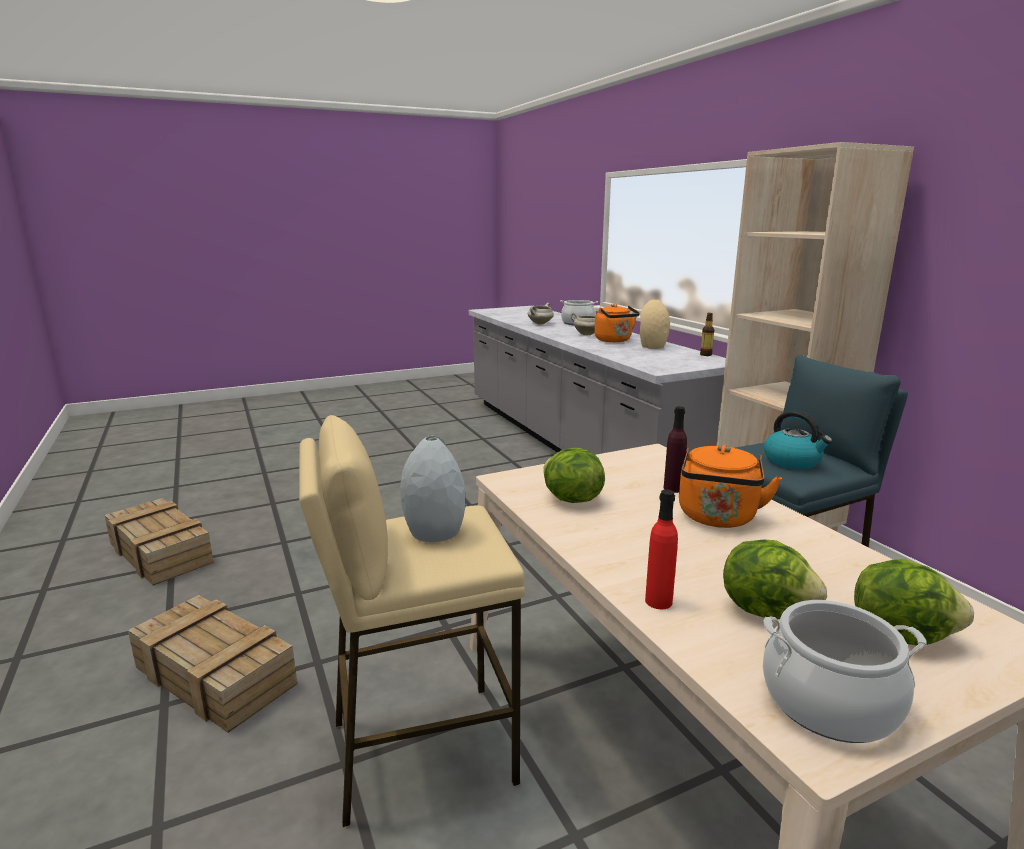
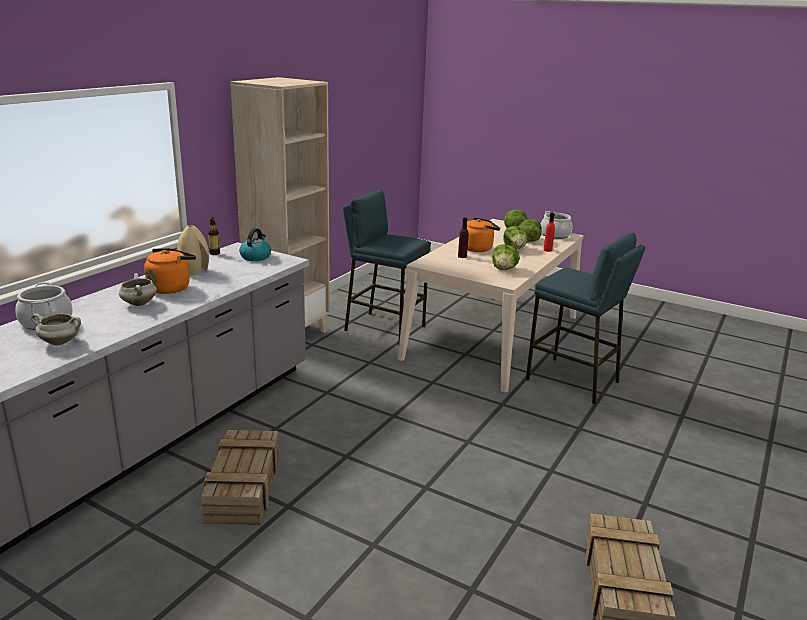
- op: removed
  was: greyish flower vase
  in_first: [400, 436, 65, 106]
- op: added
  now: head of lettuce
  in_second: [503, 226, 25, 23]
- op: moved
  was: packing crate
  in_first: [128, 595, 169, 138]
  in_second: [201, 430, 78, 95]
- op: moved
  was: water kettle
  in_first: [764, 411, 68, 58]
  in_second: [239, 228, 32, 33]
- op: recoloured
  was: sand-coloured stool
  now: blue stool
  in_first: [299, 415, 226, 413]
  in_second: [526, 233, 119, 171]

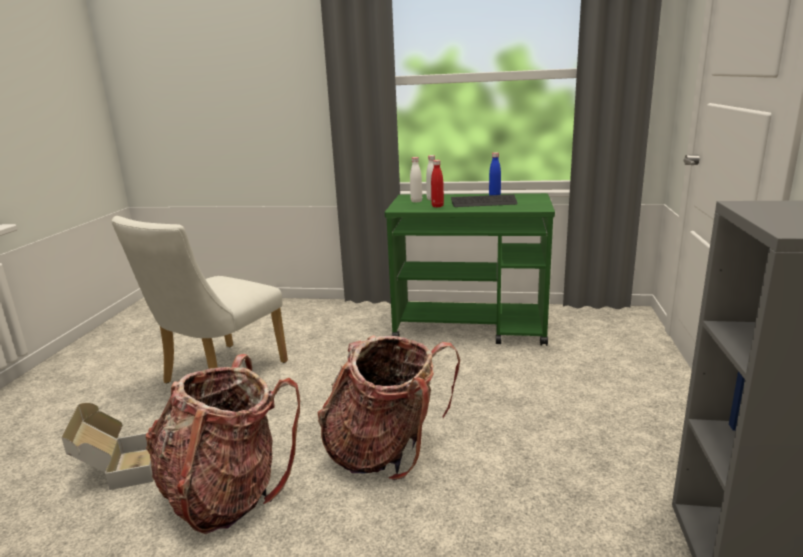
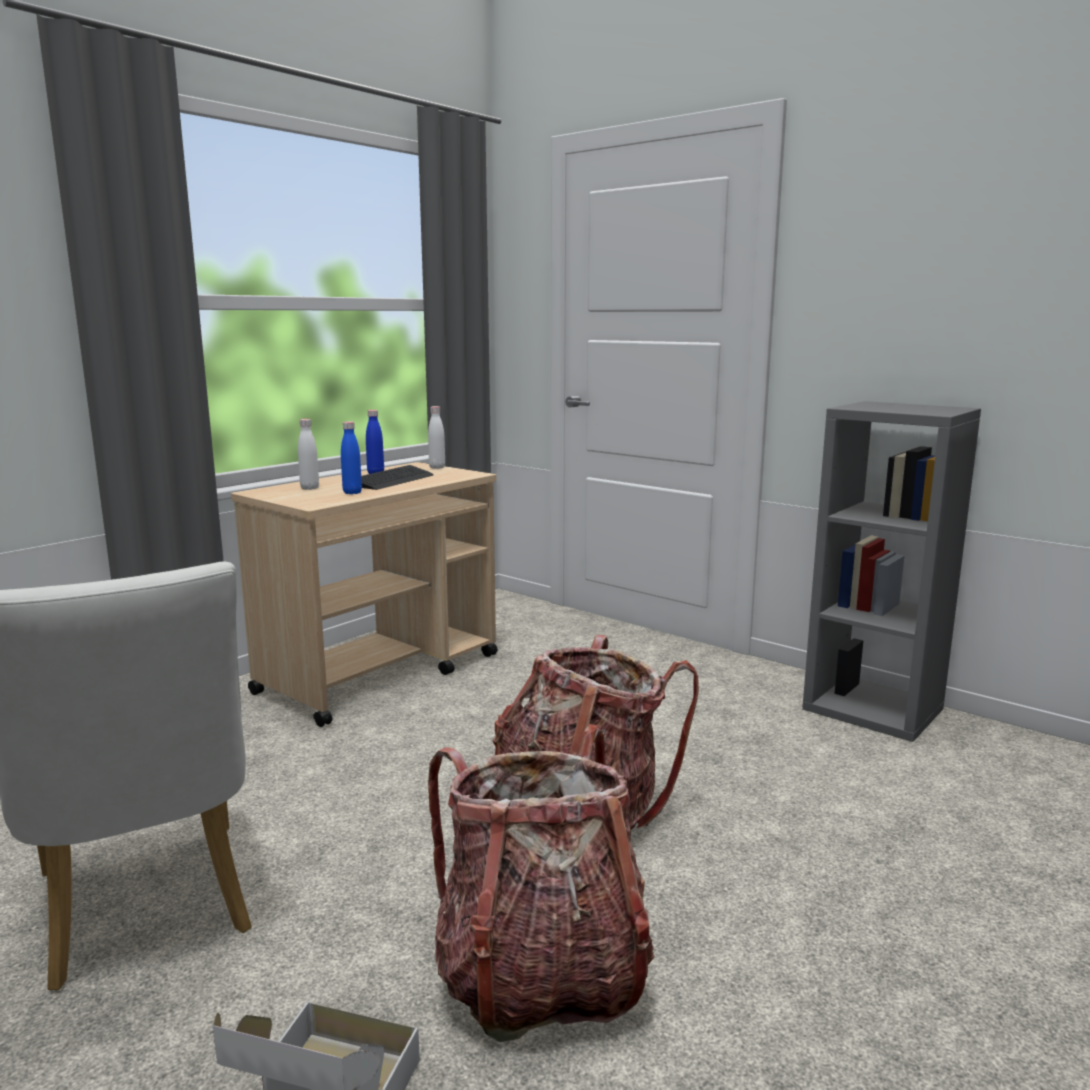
- op: moved
  was: white-coloured bottle
  in_first: [410, 157, 12, 46]
  in_second: [428, 406, 17, 63]
- op: recoloured
  was: green trolley
  now: sand-coloured trolley
  in_first: [385, 193, 170, 153]
  in_second: [231, 462, 267, 265]
- op: recoloured
  was: red bottle
  now: blue bottle
  in_first: [431, 160, 13, 48]
  in_second: [341, 421, 21, 73]

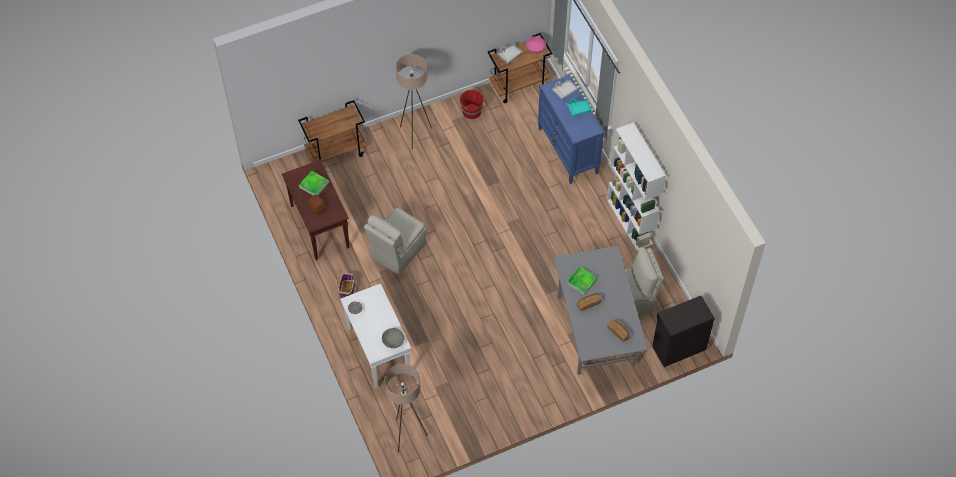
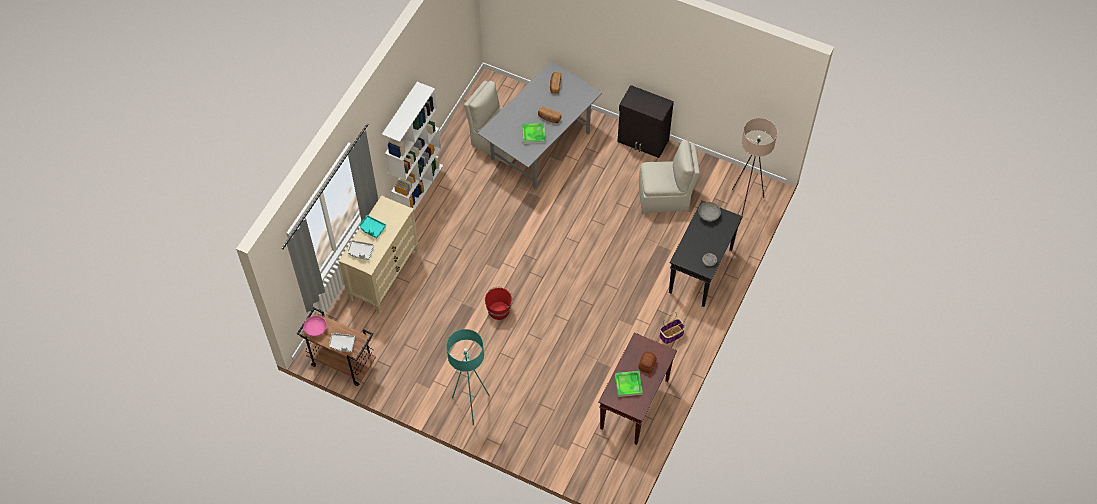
- op: removed
  was: brownish trolley
  in_first: [298, 100, 68, 63]
- op: moved
  was: sand-coloured chair
  in_first: [364, 208, 62, 67]
  in_second: [639, 140, 61, 73]
- op: moved
  was: red bucket
  in_first: [460, 90, 25, 29]
  in_second: [485, 287, 28, 33]
- op: moved
  was: black storage cabinet
  in_first: [652, 296, 63, 71]
  in_second: [617, 85, 57, 73]
- op: recoloured
  was: white-coloured hall table
  now: black hall table
  in_first: [340, 283, 72, 106]
  in_second: [669, 200, 74, 107]
- op: recoloured
  was: sand-coloured standard lamp
  now: turquoise standard lamp
  in_first: [396, 54, 36, 96]
  in_second: [446, 329, 44, 96]
- op: recoloured
  was: blue drawer chest
  now: sand-coloured drawer chest
  in_first: [538, 75, 66, 109]
  in_second: [338, 195, 81, 119]

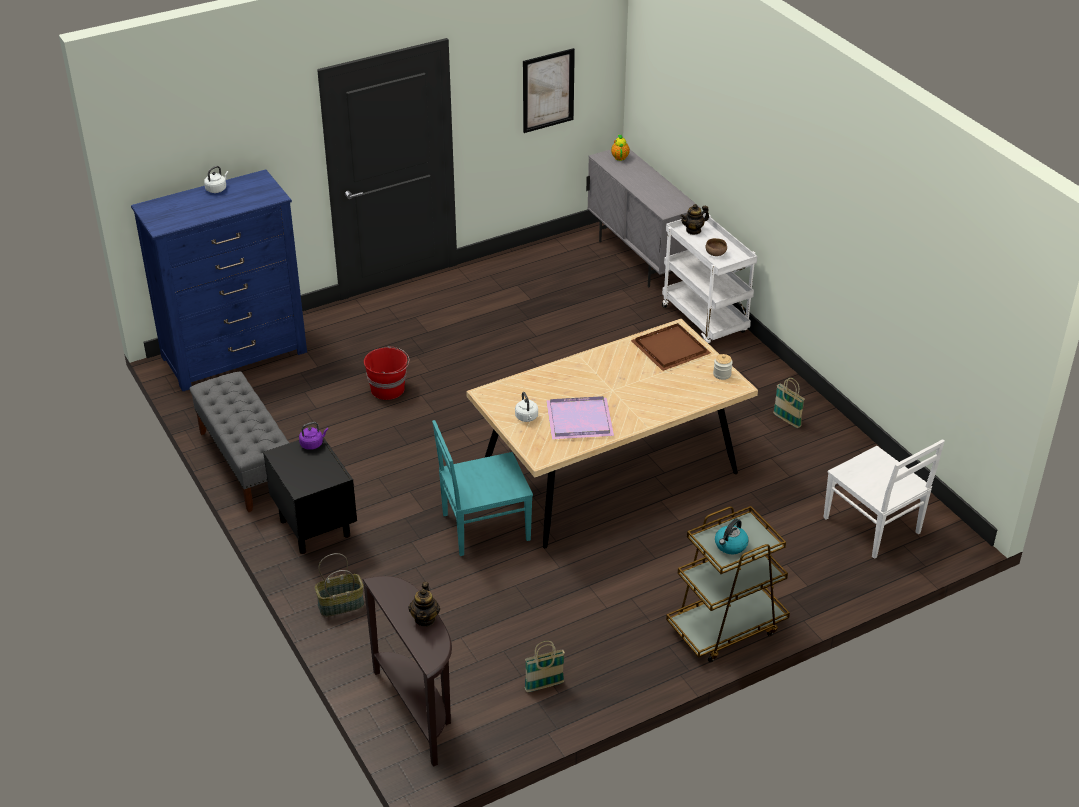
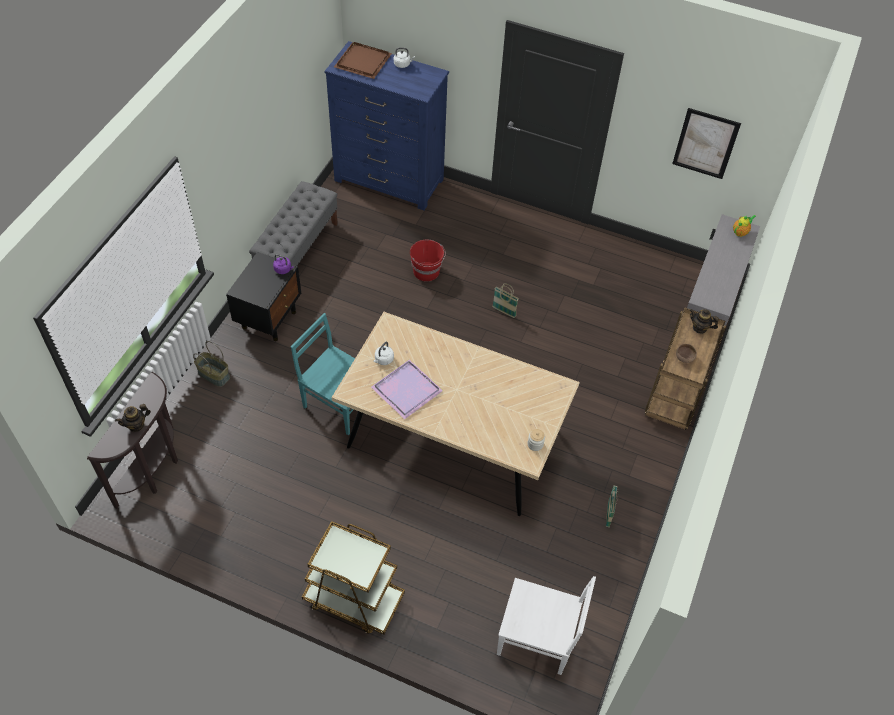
- op: removed
  was: water kettle
  in_first: [715, 519, 34, 35]
- op: moved
  was: storage basket
  in_first: [524, 641, 41, 51]
  in_second: [492, 283, 27, 35]
- op: moved
  was: brownish tray
  in_first: [631, 323, 80, 48]
  in_second: [334, 42, 58, 37]
- op: recoloured
  was: white-coloured trolley
  now: brownish trolley
  in_first: [662, 213, 95, 131]
  in_second: [645, 307, 81, 122]
- op: turned
  was: white-coloured chair
  in_first: [823, 440, 122, 119]
  in_second: [497, 576, 99, 99]
  clockwise: -90

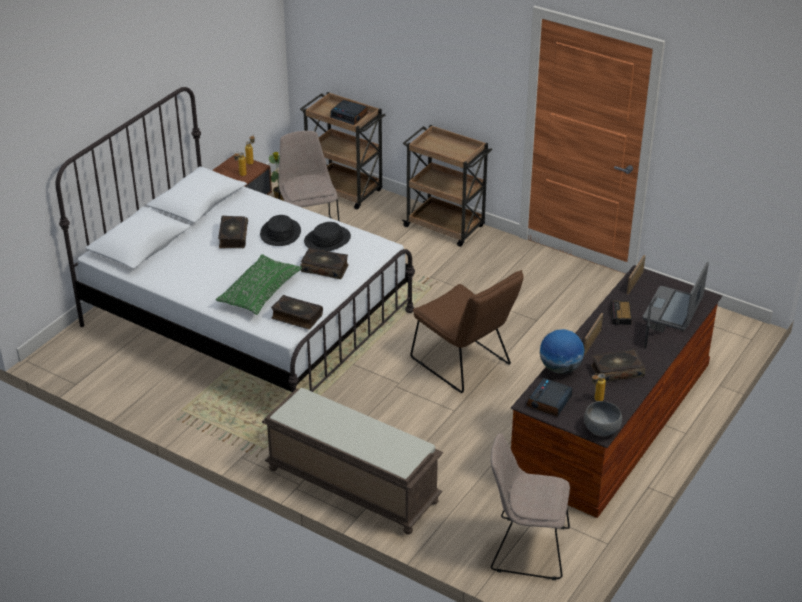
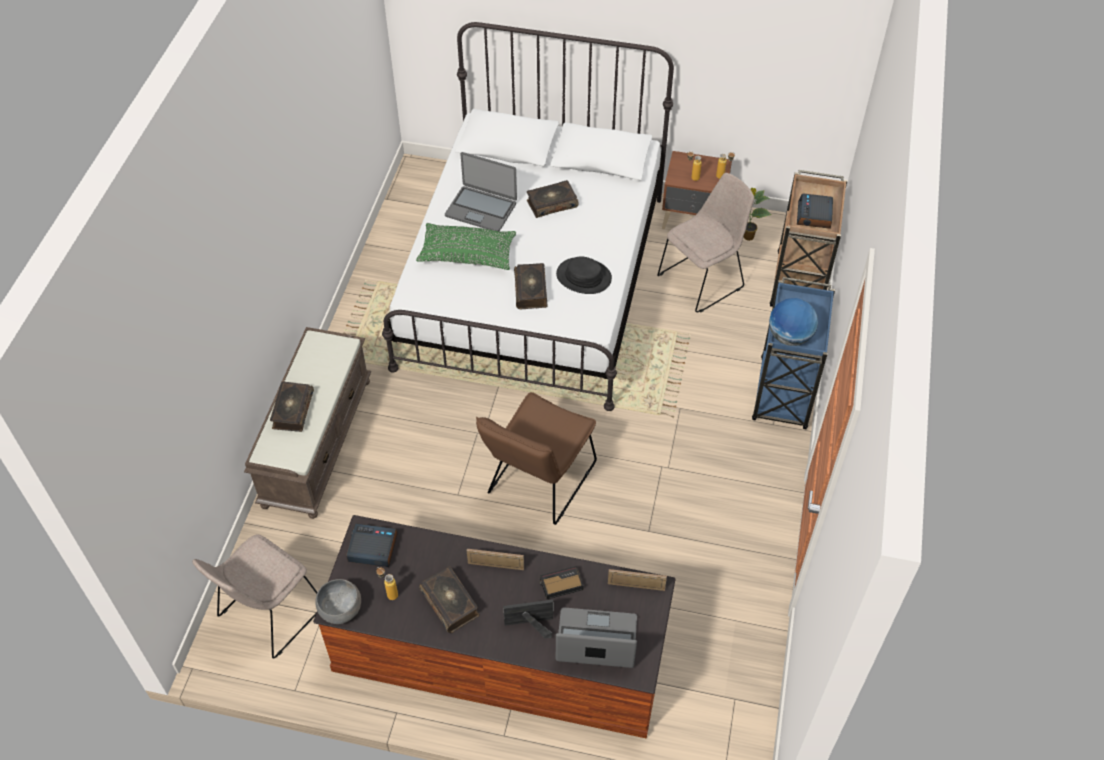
- op: removed
  was: black hat
  in_first: [260, 215, 41, 31]
- op: added
  now: portable computer
  in_second: [445, 152, 72, 79]
- op: moved
  was: volume
  in_first: [271, 295, 52, 34]
  in_second: [270, 381, 44, 51]
- op: moved
  was: world globe
  in_first: [540, 329, 45, 45]
  in_second: [769, 298, 49, 48]
- op: recoloured
  was: brownish trolley
  now: blue trolley
  in_first: [401, 125, 91, 122]
  in_second: [752, 277, 83, 152]
- op: turned
  was: sand-coloured chair
  in_first: [491, 433, 79, 147]
  in_second: [192, 534, 126, 125]
  clockwise: -135

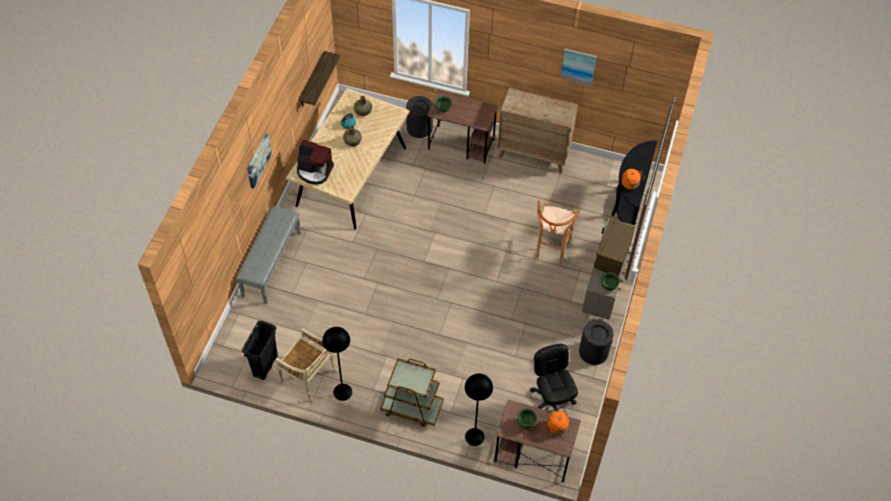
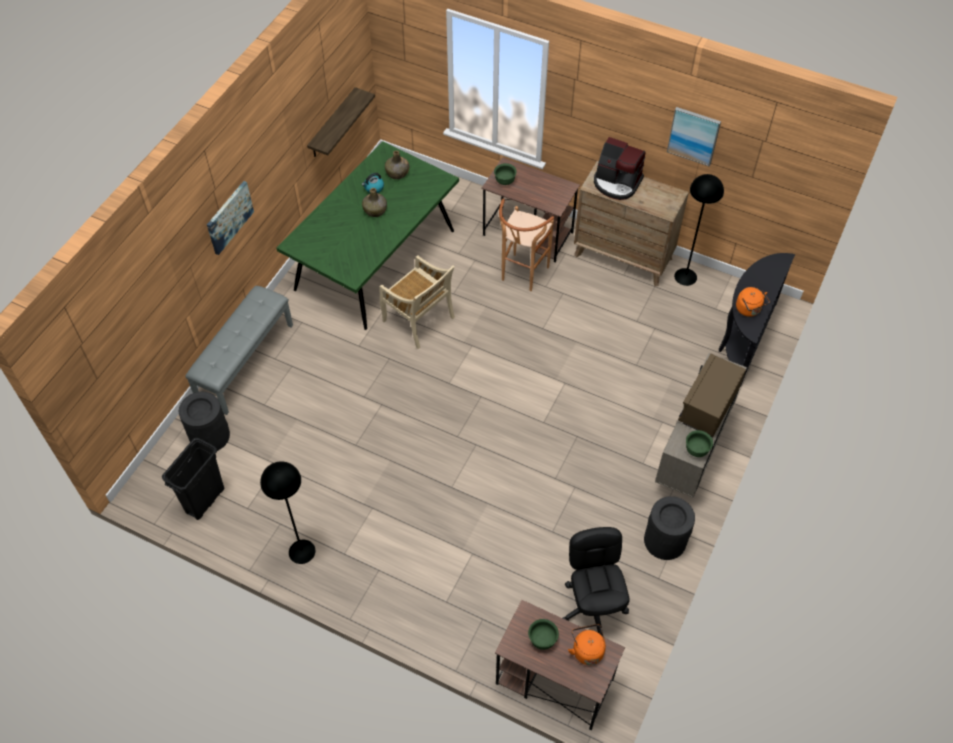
- op: removed
  was: brownish trolley
  in_first: [380, 358, 64, 69]
- op: moved
  was: sand-coloured chair
  in_first: [275, 328, 62, 74]
  in_second: [379, 255, 76, 94]
- op: moved
  was: coffee maker
  in_first: [297, 140, 37, 45]
  in_second: [594, 137, 52, 63]
- op: moved
  was: black waste bin
  in_first: [406, 96, 27, 42]
  in_second: [179, 392, 51, 59]
- op: moved
  was: black standard lamp
  in_first: [465, 373, 28, 73]
  in_second: [674, 174, 50, 112]
- op: moved
  was: brownish stool
  in_first: [536, 201, 44, 63]
  in_second: [499, 198, 55, 93]
- op: recoloured
  was: sand-coloured kitchen table
  now: green kitchen table
  in_first: [286, 88, 123, 142]
  in_second: [276, 141, 183, 189]

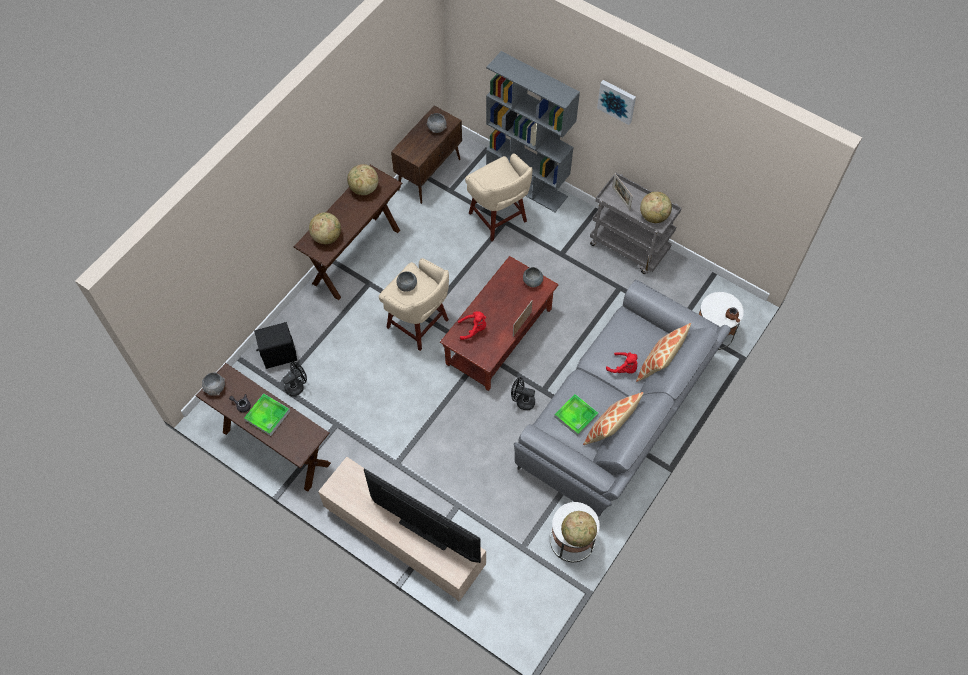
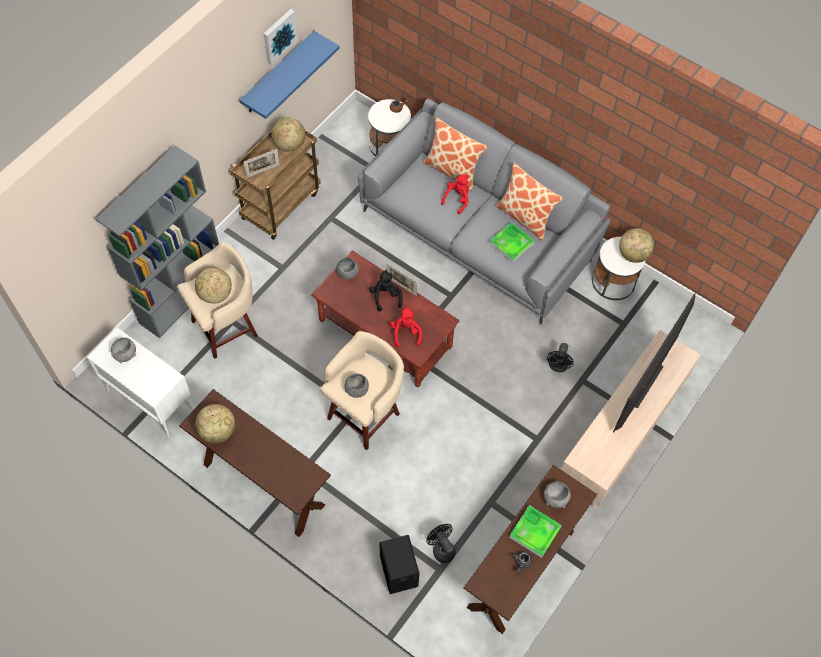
- op: added
  now: blue shelf
  in_second: [240, 31, 100, 88]
- op: added
  now: black plush toy
  in_second: [369, 270, 34, 42]
- op: moved
  was: greyish deep dish
  in_first: [202, 372, 23, 24]
  in_second: [544, 481, 27, 27]
- op: moved
  was: world globe
  in_first: [309, 212, 32, 32]
  in_second: [195, 267, 37, 37]
- op: moved
  was: black electric fan
  in_first: [511, 377, 24, 33]
  in_second: [547, 343, 27, 29]
- op: moved
  was: wall picture
  in_first: [597, 80, 39, 45]
  in_second: [263, 9, 35, 56]
- op: recoloured
  was: brownish storage cabinet
  now: white-coloured storage cabinet
  in_first: [391, 105, 71, 99]
  in_second: [87, 327, 106, 110]
- op: recoloured
  was: greyish trolley
  now: brownish trolley
  in_first: [590, 173, 92, 101]
  in_second: [230, 130, 91, 110]

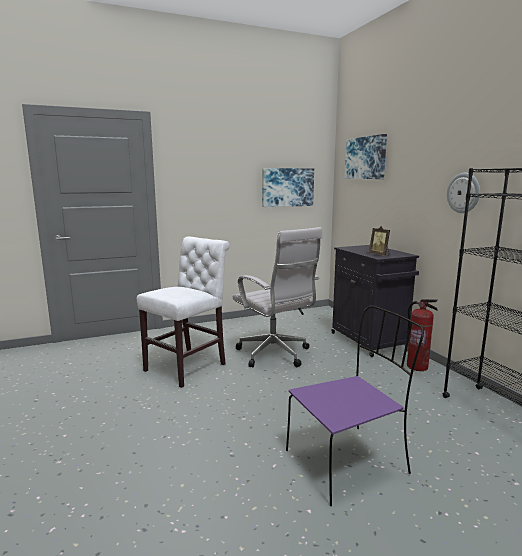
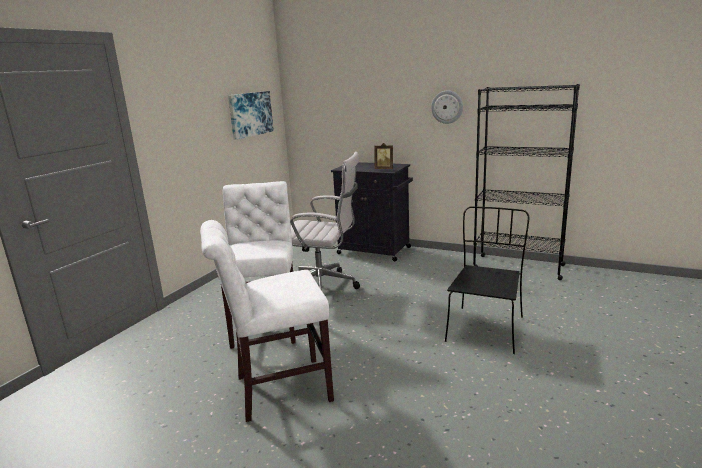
- op: removed
  was: wall picture
  in_first: [344, 134, 43, 45]
- op: removed
  was: extinguisher
  in_first: [407, 299, 31, 72]
- op: added
  now: white-coloured chair
  in_second: [200, 220, 134, 202]
- op: recoloured
  was: purple-coloured chair
  now: black chair
  in_first: [286, 306, 138, 200]
  in_second: [445, 206, 84, 148]

